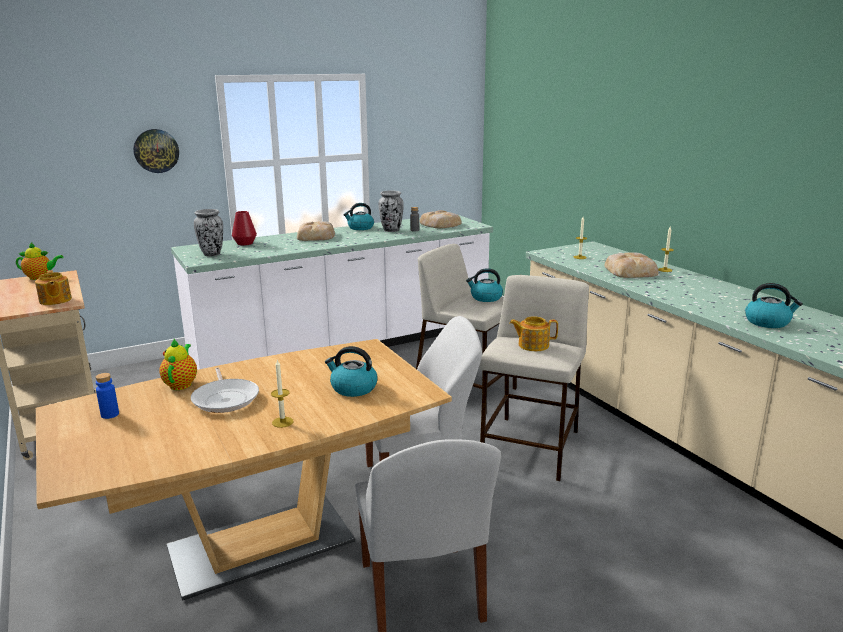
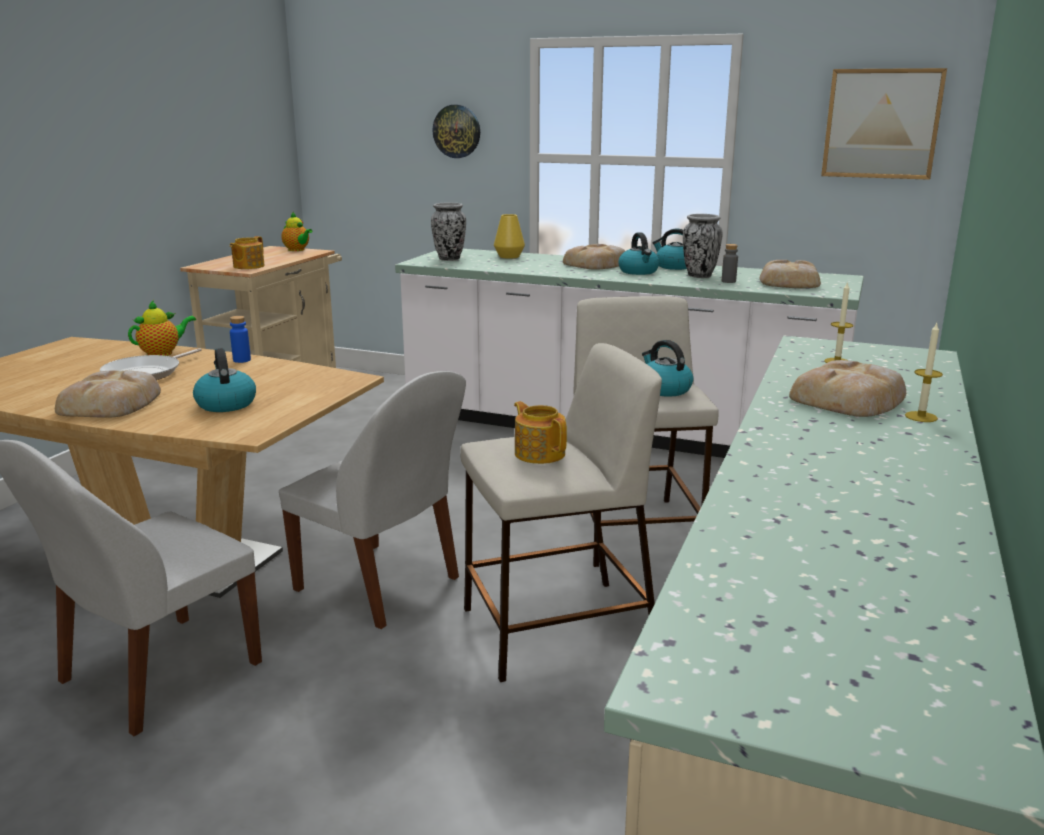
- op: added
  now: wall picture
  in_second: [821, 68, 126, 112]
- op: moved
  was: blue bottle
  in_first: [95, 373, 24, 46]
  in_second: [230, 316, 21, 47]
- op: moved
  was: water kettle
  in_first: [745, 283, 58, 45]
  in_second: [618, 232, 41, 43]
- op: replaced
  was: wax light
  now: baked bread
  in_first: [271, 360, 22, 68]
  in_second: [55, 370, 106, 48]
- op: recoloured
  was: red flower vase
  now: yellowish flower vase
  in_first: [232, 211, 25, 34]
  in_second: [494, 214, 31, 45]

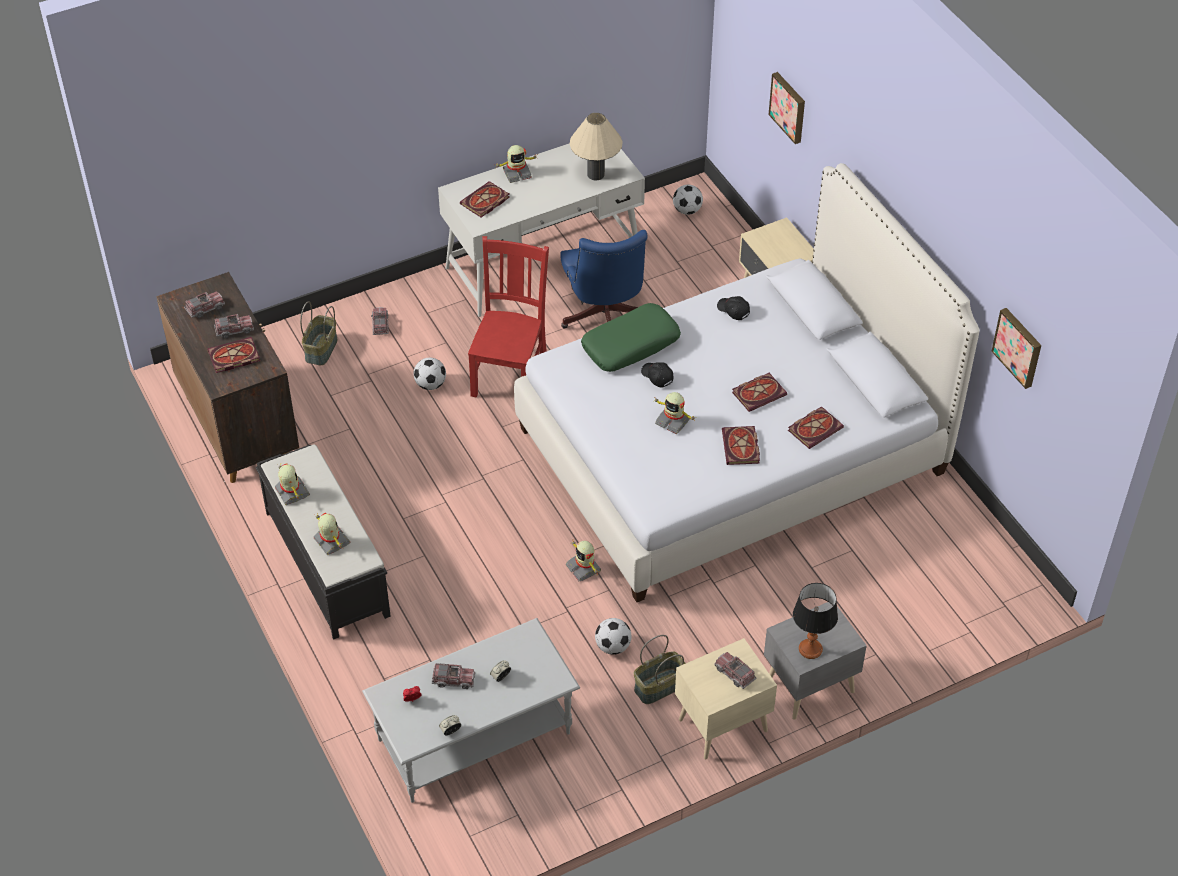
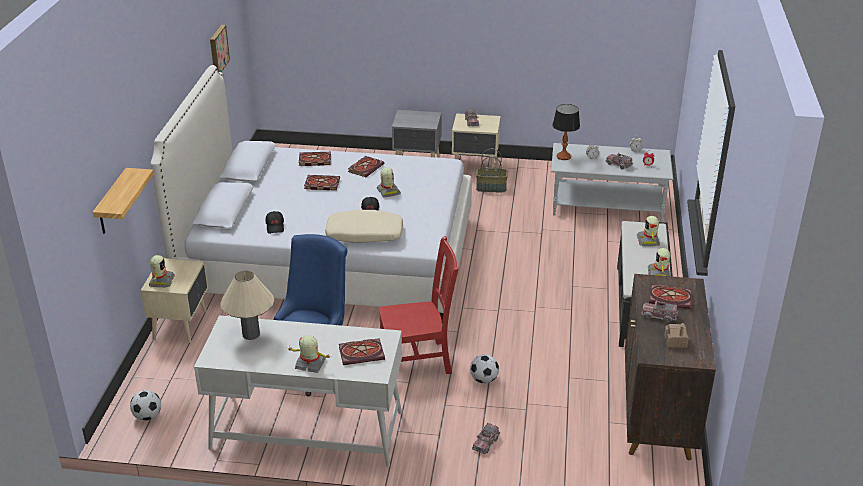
- op: removed
  was: storage basket
  in_first: [300, 301, 38, 65]
- op: removed
  was: football
  in_first: [595, 618, 36, 37]
- op: moved
  was: robot figure
  in_first: [566, 539, 35, 43]
  in_second: [149, 255, 26, 32]
- op: moved
  was: lamp for a table
  in_first: [793, 583, 45, 76]
  in_second: [552, 104, 28, 56]
- op: replaced
  was: model truck
  now: miniature house
  in_first: [184, 291, 41, 27]
  in_second: [664, 323, 25, 25]
- op: replaced
  was: wall picture
  now: shelf
  in_first: [769, 72, 36, 72]
  in_second: [93, 168, 61, 66]
- op: recoloured
  was: green pillow
  now: sand-coloured pillow
  in_first: [581, 303, 100, 69]
  in_second: [325, 210, 78, 33]
- op: turned
  was: red chair
  in_first: [468, 236, 81, 162]
  in_second: [379, 236, 80, 138]
  clockwise: -150

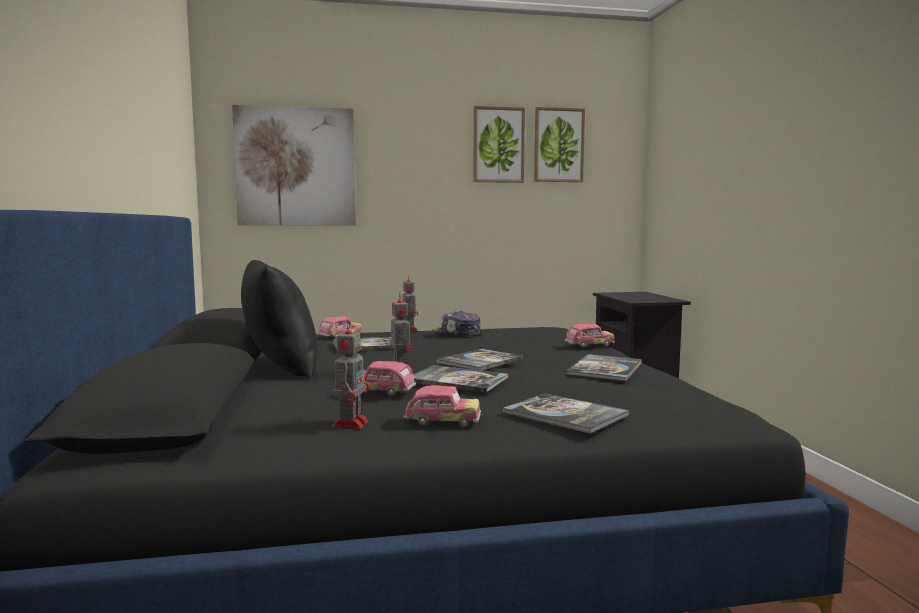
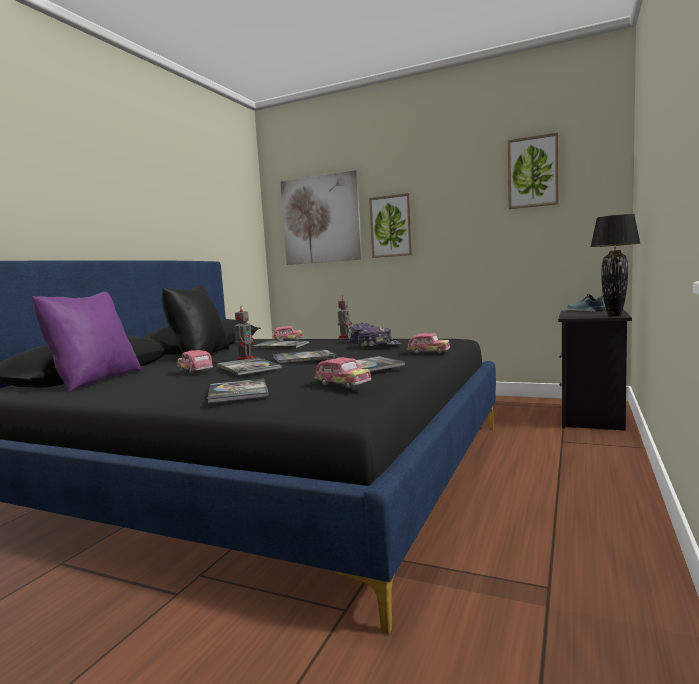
- op: removed
  was: robot figure
  in_first: [333, 321, 37, 108]
- op: added
  now: purple-coloured pillow
  in_second: [32, 292, 109, 100]
- op: added
  now: cap
  in_second: [357, 326, 45, 23]
- op: added
  now: item of footwear
  in_second: [567, 294, 38, 18]
- op: added
  now: black lamp for a table
  in_second: [590, 214, 51, 102]
- op: moved
  was: toy car
  in_first: [404, 385, 77, 42]
  in_second: [315, 357, 56, 31]
- op: moved
  was: wall picture
  in_first: [474, 106, 51, 77]
  in_second: [369, 193, 44, 65]

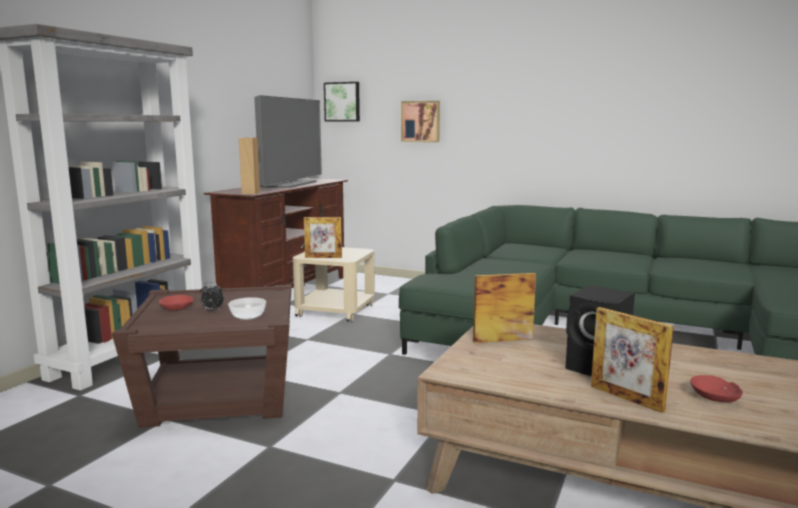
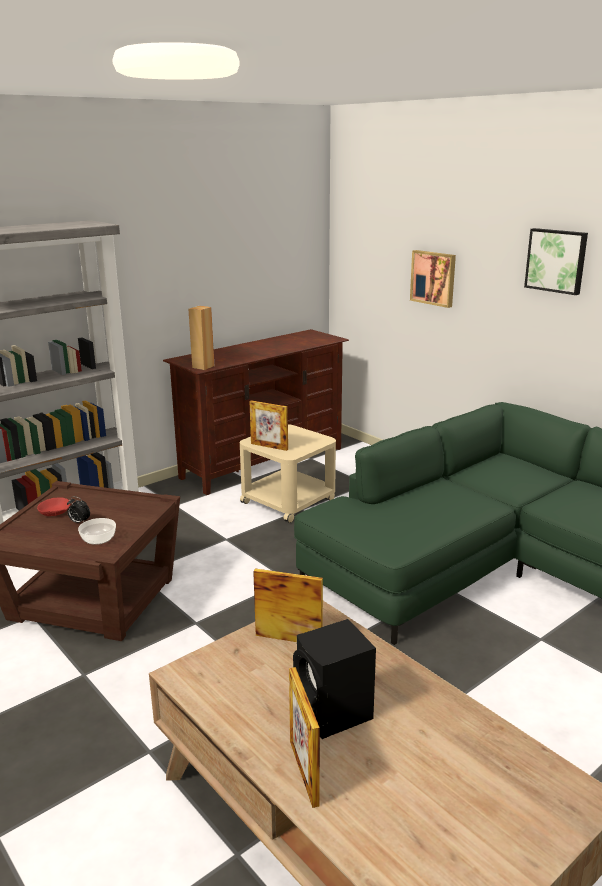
- op: removed
  was: TV
  in_first: [254, 95, 68, 93]
- op: removed
  was: red deep dish
  in_first: [690, 375, 53, 27]
- op: moved
  was: wall picture
  in_first: [324, 82, 36, 39]
  in_second: [524, 228, 64, 67]

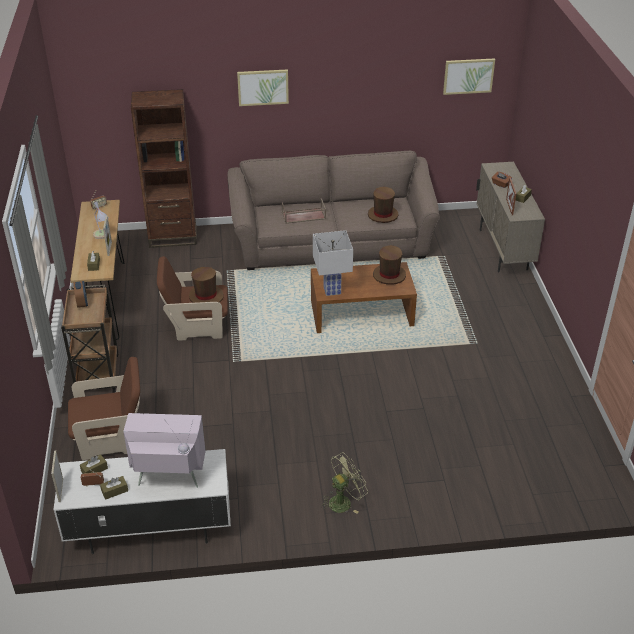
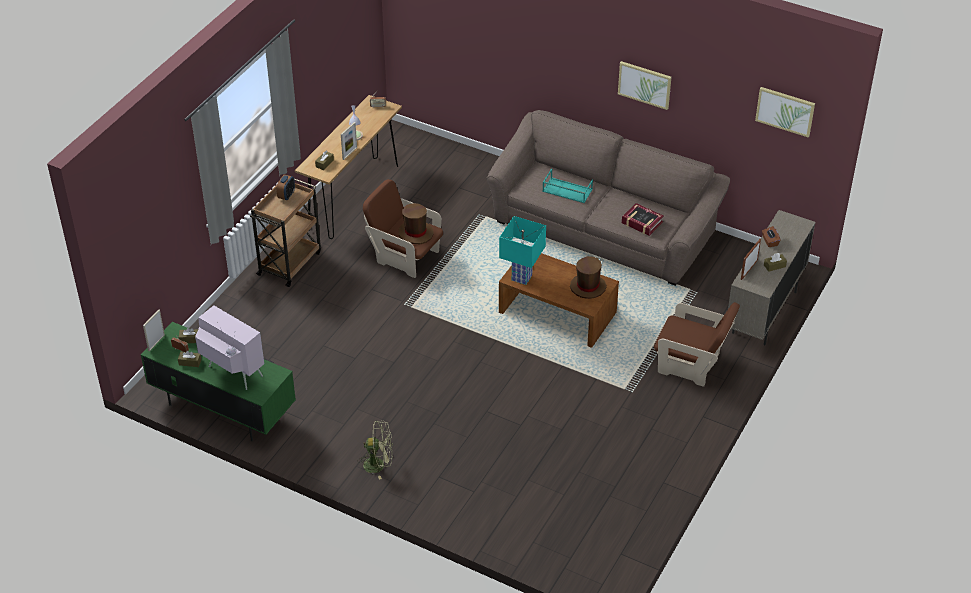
- op: removed
  was: brownish bookcase
  in_first: [131, 89, 66, 159]
- op: moved
  was: brownish armchair
  in_first: [68, 357, 72, 103]
  in_second: [654, 302, 86, 85]
- op: moved
  was: wall picture
  in_first: [237, 69, 52, 37]
  in_second: [618, 61, 53, 49]
- op: replaced
  was: brownish hat
  now: volume
  in_first: [368, 187, 31, 36]
  in_second: [622, 203, 42, 33]
- op: recoloured
  was: white-coloured tv stand
  now: green tv stand
  in_first: [53, 449, 178, 105]
  in_second: [141, 322, 155, 119]
- op: recoloured
  was: brownish tray
  now: turquoise tray
  in_first: [282, 198, 44, 26]
  in_second: [542, 169, 51, 34]
- op: recoloured
  was: white-coloured lamp for a table
  now: turquoise lamp for a table
  in_first: [313, 230, 40, 66]
  in_second: [499, 216, 47, 69]

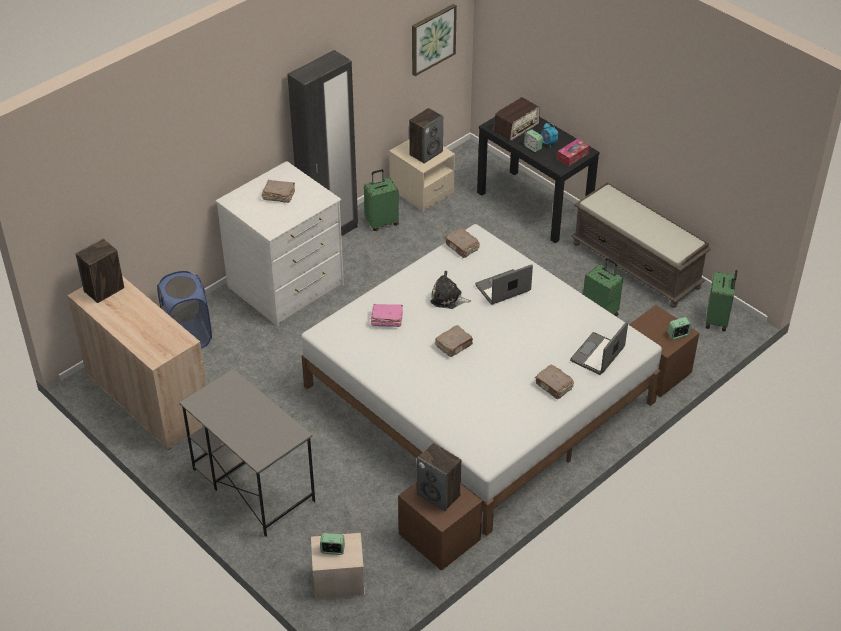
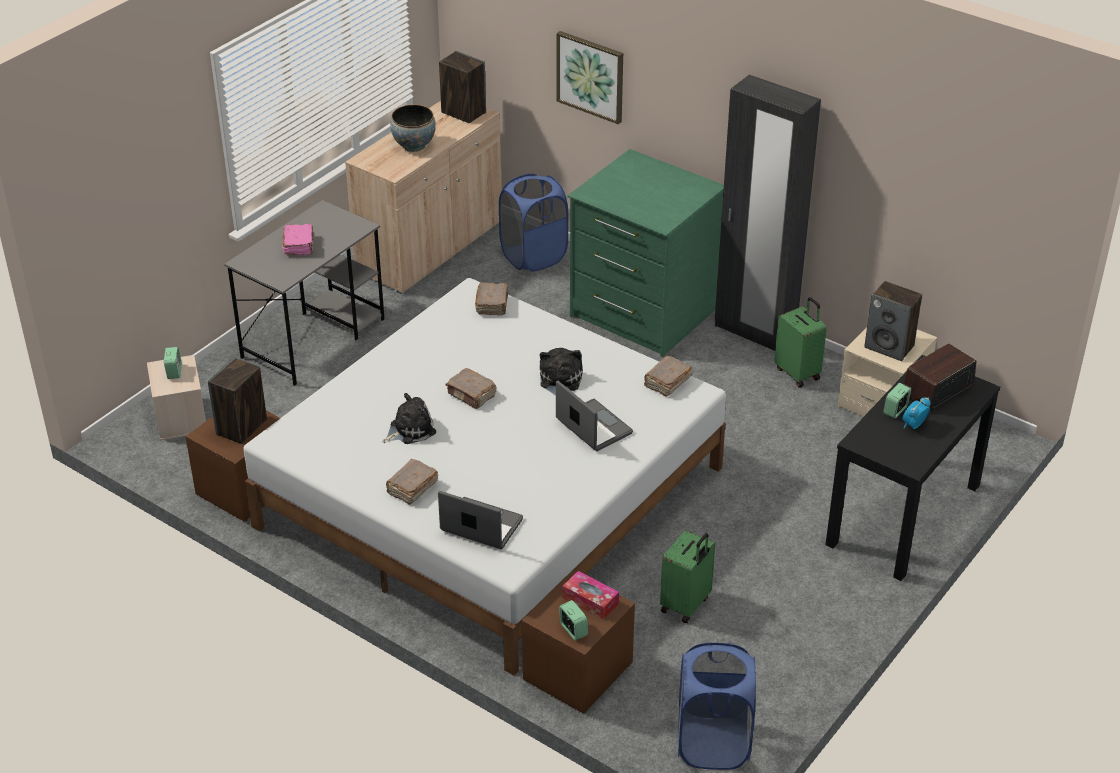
- op: removed
  was: brownish bench
  in_first: [571, 182, 140, 126]
- op: added
  now: plush toy
  in_second: [383, 393, 53, 51]
- op: added
  now: deep dish
  in_second: [391, 105, 45, 47]
- op: moved
  was: brownish volume
  in_first: [262, 180, 33, 23]
  in_second: [475, 282, 33, 33]
- op: moved
  was: pinkish volume
  in_first: [371, 304, 32, 23]
  in_second: [282, 224, 32, 31]
- op: moved
  was: wall picture
  in_first: [412, 4, 45, 72]
  in_second: [556, 31, 67, 93]
- op: moved
  was: tissue box
  in_first: [557, 139, 33, 27]
  in_second: [563, 571, 56, 49]
- op: replaced
  was: green suitcase
  now: blue laundry basket
  in_first: [706, 270, 31, 61]
  in_second: [678, 642, 78, 128]
- op: recoloured
  was: white-coloured drawer chest
  now: green drawer chest
  in_first: [216, 161, 128, 165]
  in_second: [567, 149, 157, 208]
- op: turned
  was: radio set
  in_first: [493, 97, 46, 44]
  in_second: [904, 344, 72, 68]
  clockwise: 105

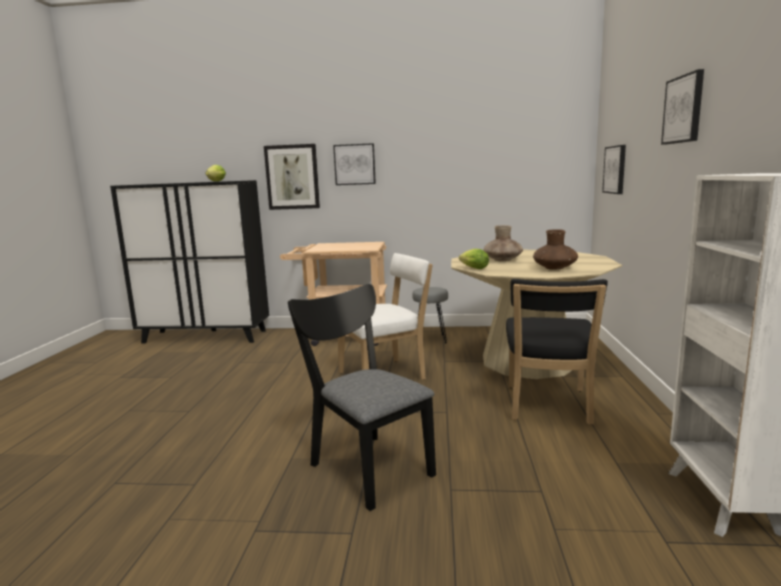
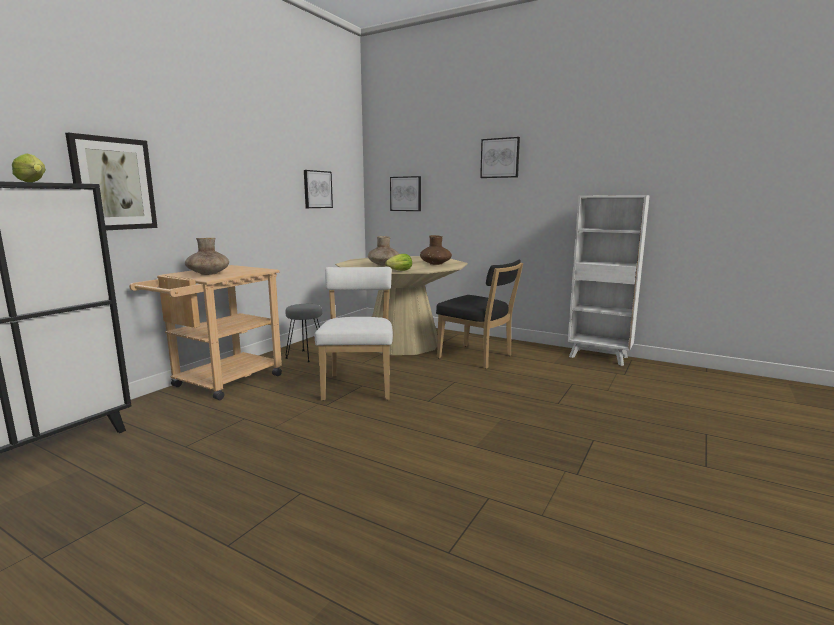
- op: removed
  was: black chair
  in_first: [288, 284, 148, 227]
- op: added
  now: brownish flower vase
  in_second: [185, 238, 44, 37]
- op: moved
  was: wall picture
  in_first: [333, 143, 43, 42]
  in_second: [304, 170, 29, 38]

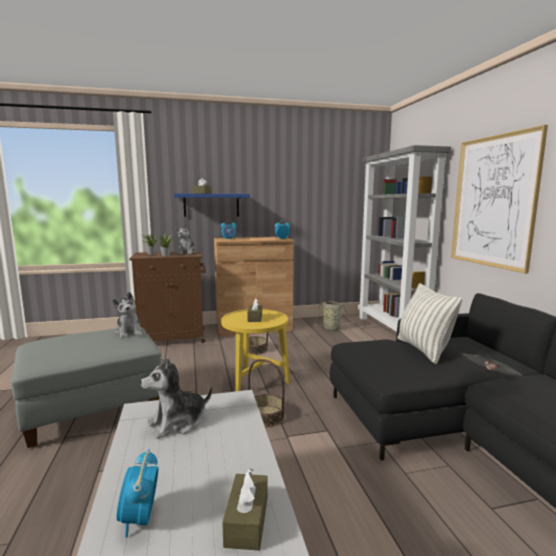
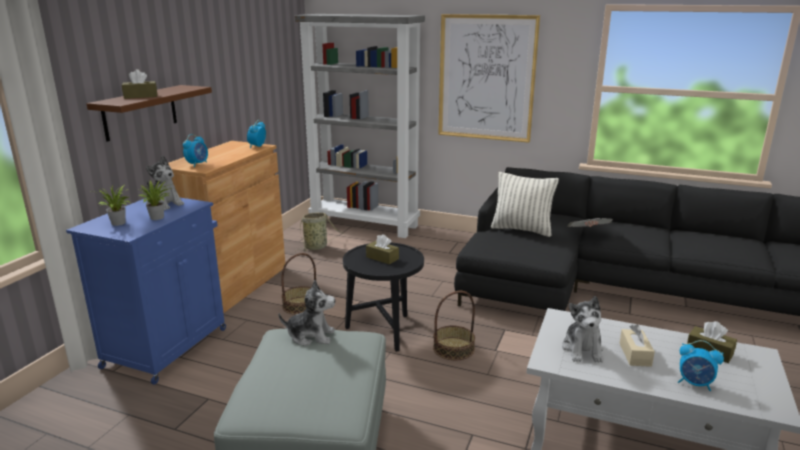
- op: added
  now: sand-coloured tissue box
  in_second: [619, 324, 36, 43]
- op: recoloured
  was: brownish storage cabinet
  now: blue storage cabinet
  in_first: [129, 251, 77, 92]
  in_second: [66, 198, 160, 187]
- op: recoloured
  was: blue shelf
  now: brownish shelf
  in_first: [174, 194, 76, 23]
  in_second: [86, 85, 126, 57]
- op: recoloured
  was: yellowish end table
  now: black end table
  in_first: [221, 309, 69, 82]
  in_second: [343, 243, 81, 109]

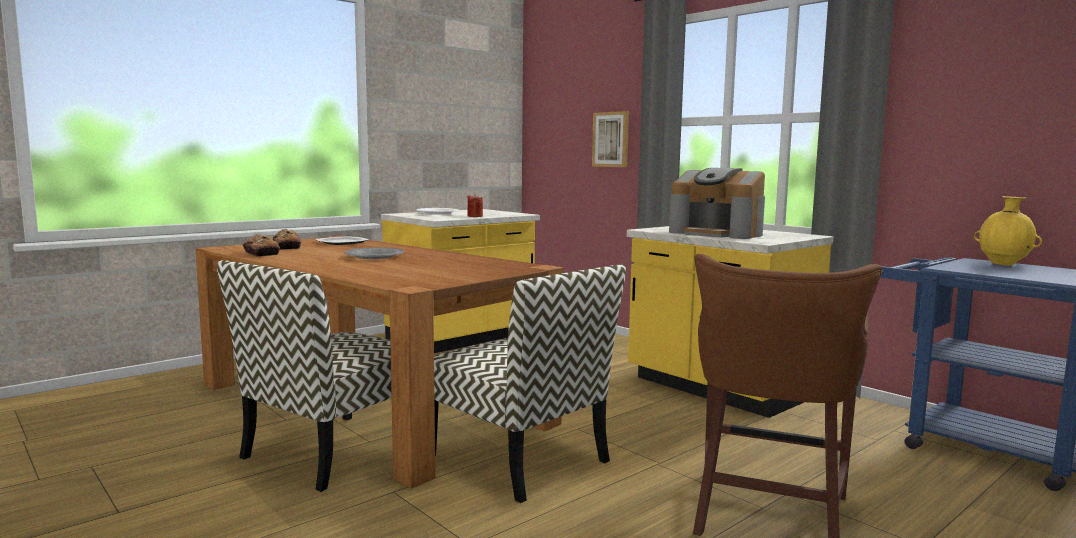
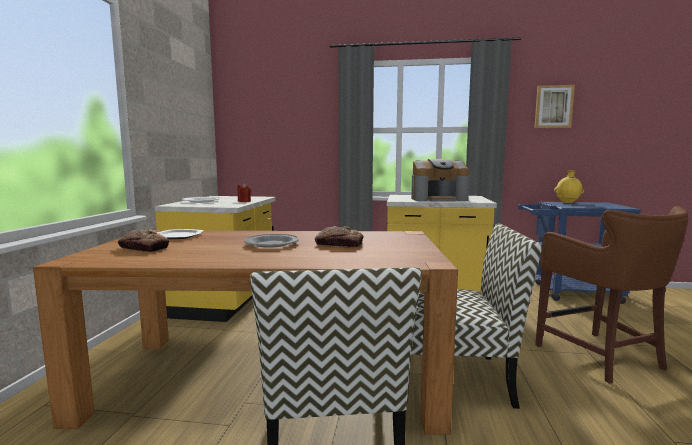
- op: moved
  was: baked bread
  in_first: [243, 234, 37, 23]
  in_second: [315, 226, 49, 21]
- op: moved
  was: wall picture
  in_first: [592, 111, 37, 56]
  in_second: [534, 85, 41, 43]

